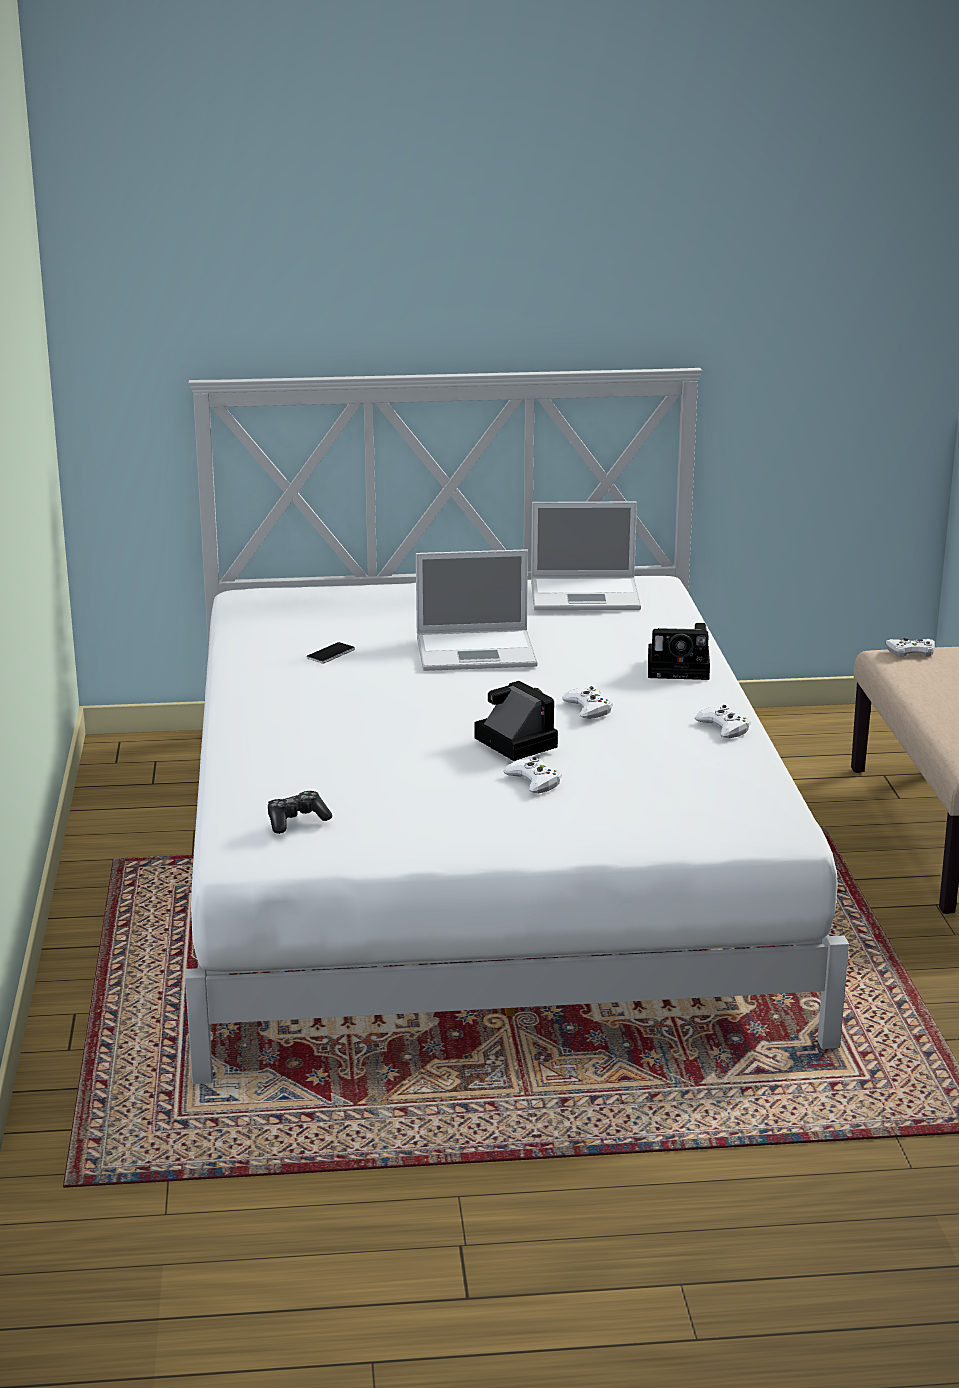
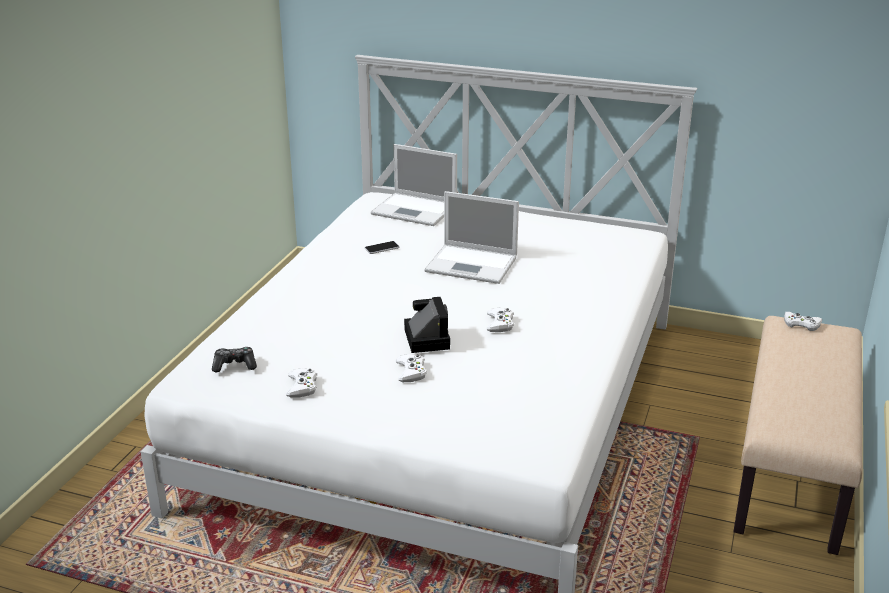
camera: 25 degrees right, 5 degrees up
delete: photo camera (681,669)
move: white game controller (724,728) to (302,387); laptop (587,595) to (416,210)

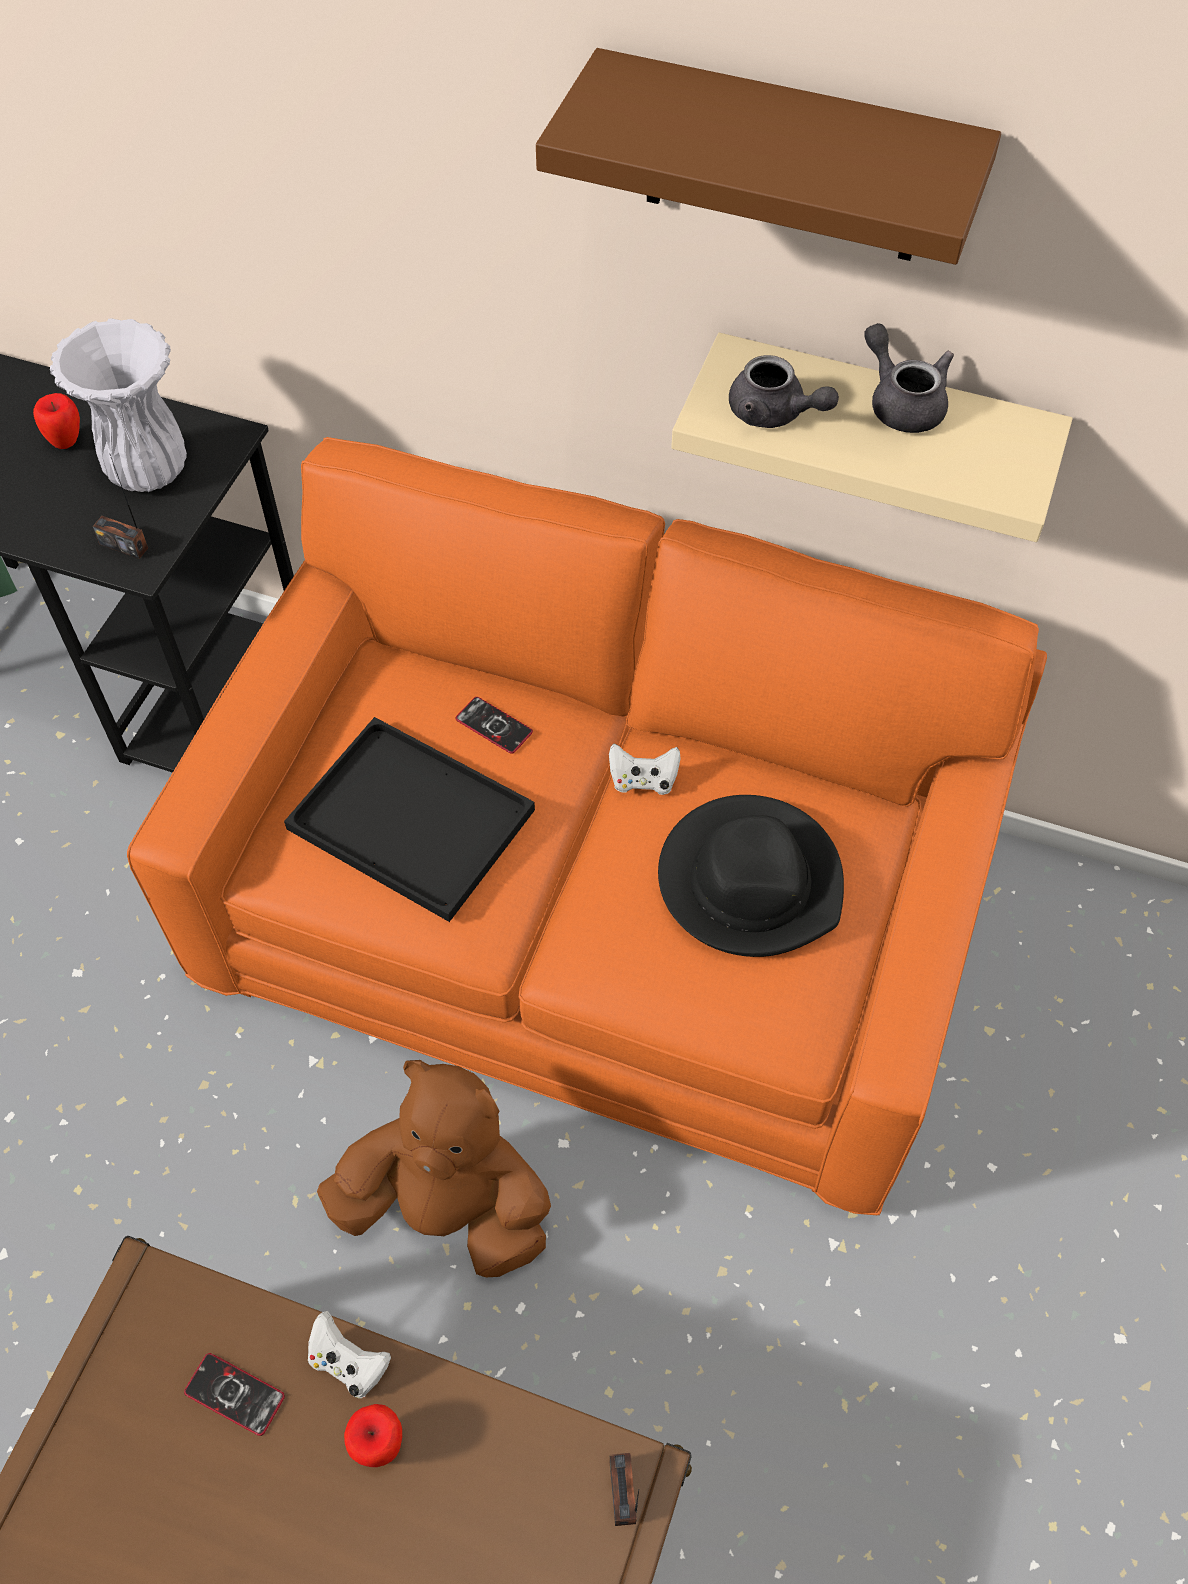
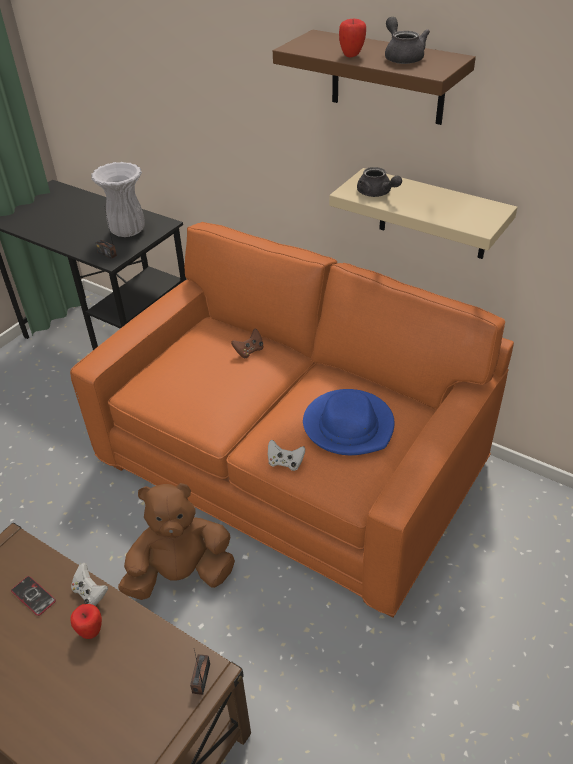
camera: 15 degrees right, 15 degrees down
delete: black tray (416,820)
move: white game controller (643,780) to (285,463); apple (66,442) to (352,55); grey teapot (902,402) to (402,57)
replace: phone (494,726) to brown game controller (249,351)
recolor: black hat (750,880) to blue hat (349,425)
rotate: brown plush toy (449,1207) = (181,574) 45 degrees counterclockwise

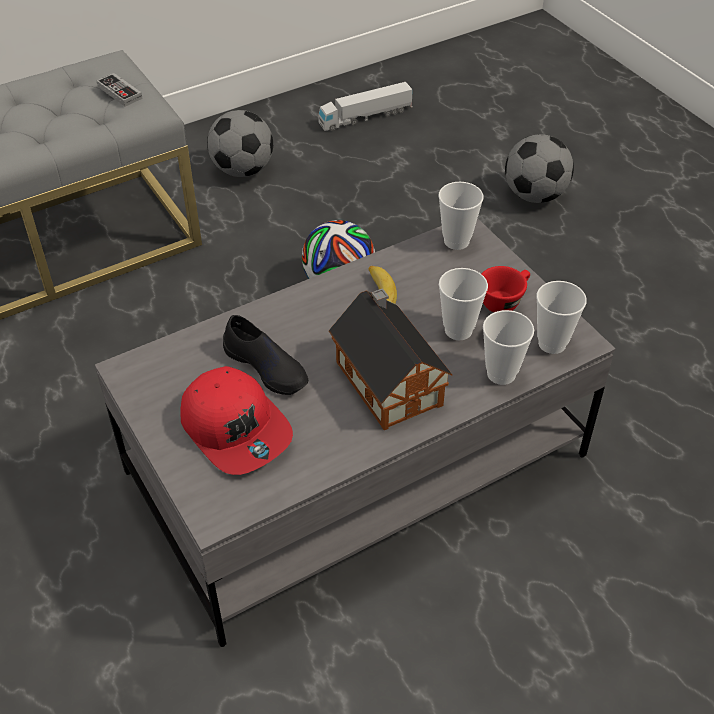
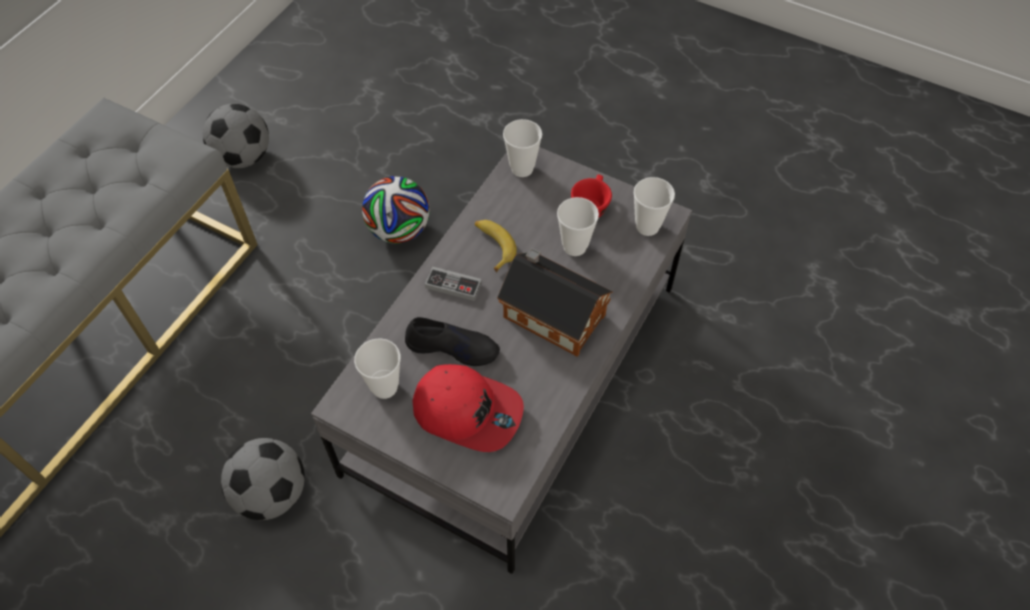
camera: 30 degrees left, 10 degrees up
delete: toy truck (365,117)
move: football (535,195) to (272,493); cup (501,374) to (384,387); game controller (119,92) to (453,285)

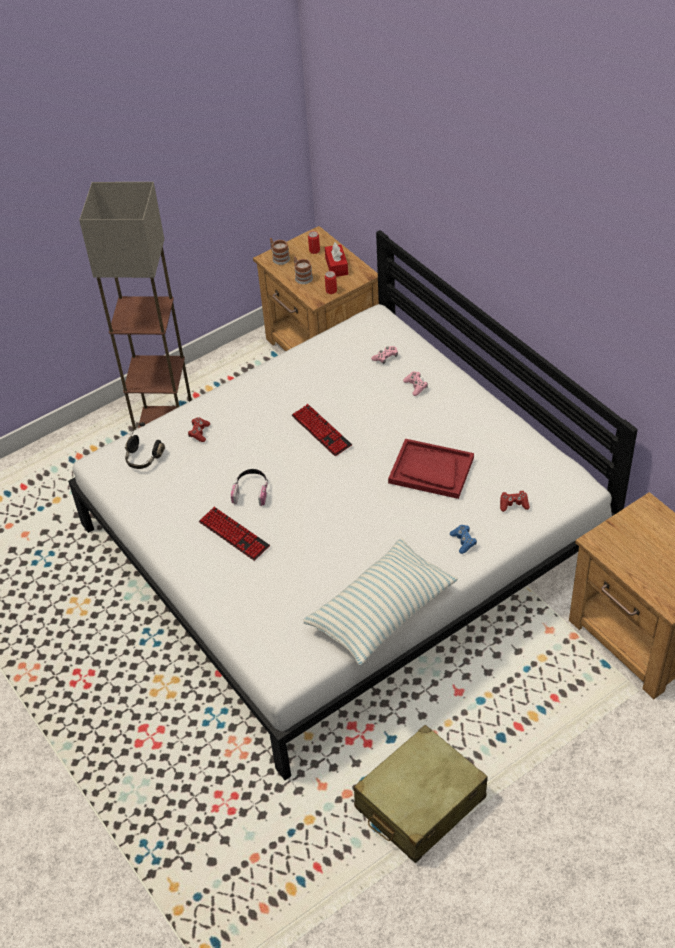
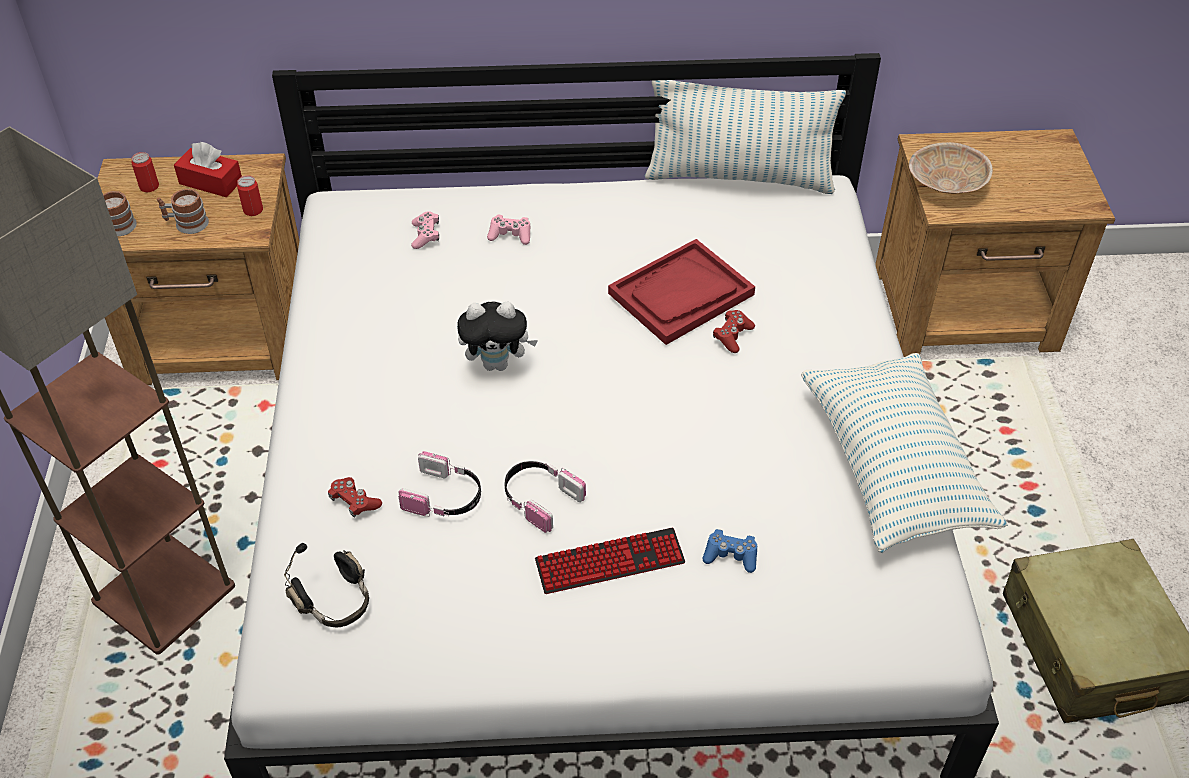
camera: 60 degrees left, 0 degrees up
insert: headphones (445,497); pillow (739,177); beige bowl (945,185)
move: blue game controller (463,541) to (730,556); red game controller (513,504) to (732,336)
replace: keyboard (321,431) to plush toy (497,363)

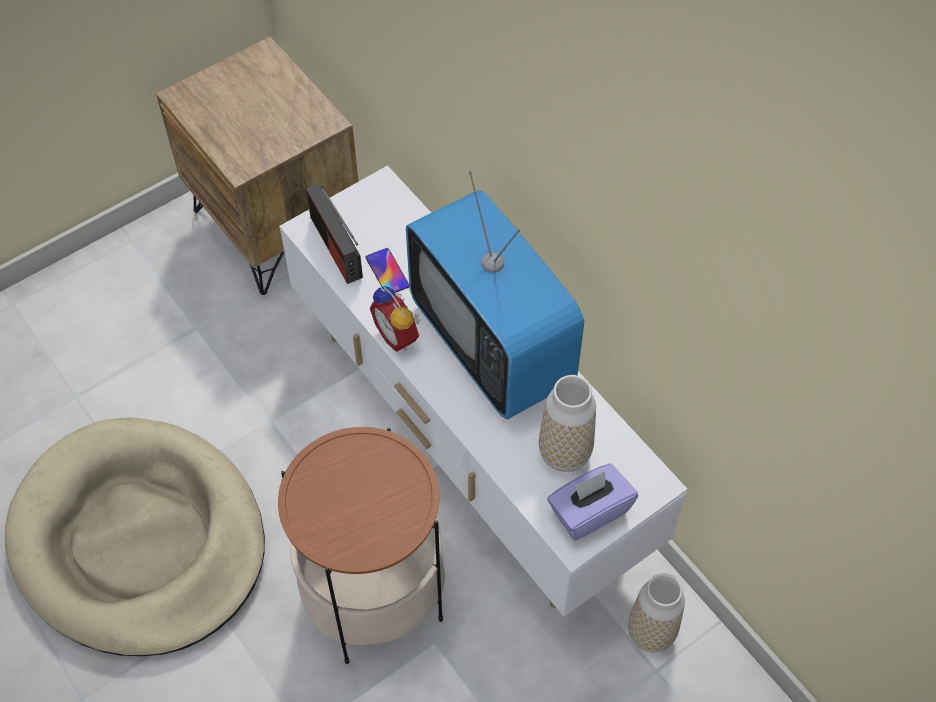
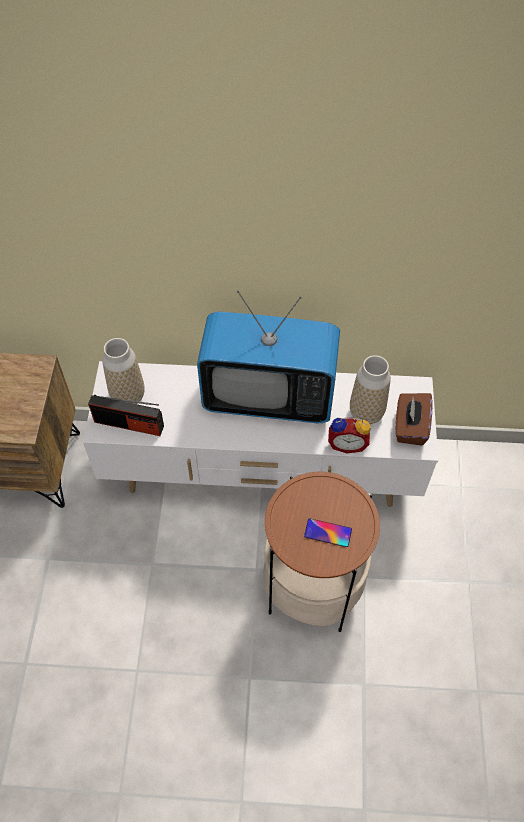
camera: 50 degrees left, 0 degrees up
delete: beige dog bed (139,541)
move: vase (651,633) to (128,396); phone (387,272) to (328,533); alarm clock (399,335) to (347,443)
recolor: purple tissue box (589,512) to brown tissue box (410,427)

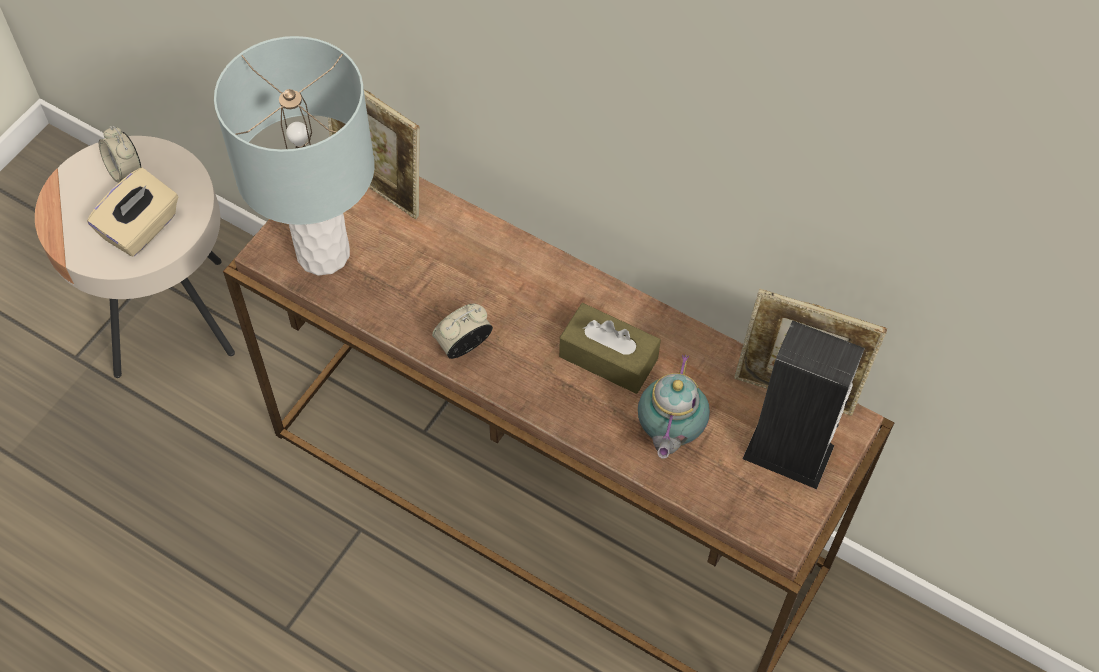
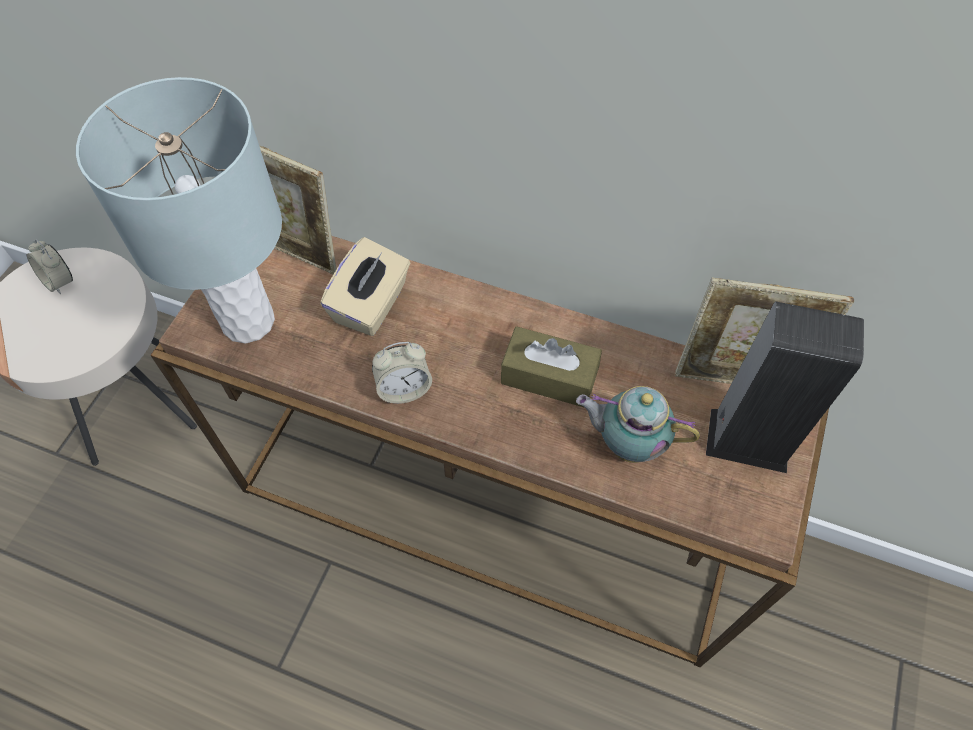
camera: 10 degrees left, 0 degrees up
move: beige tissue box (141,228) to (371,305)
rotate: alarm clock (463,345) = (404,389) 150 degrees counterclockwise; teapot (668,434) = (627,443) 105 degrees clockwise

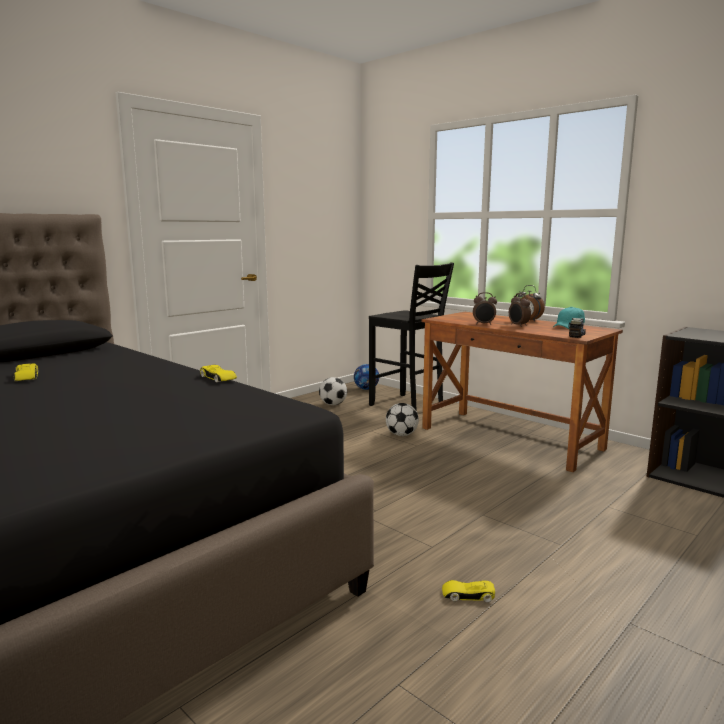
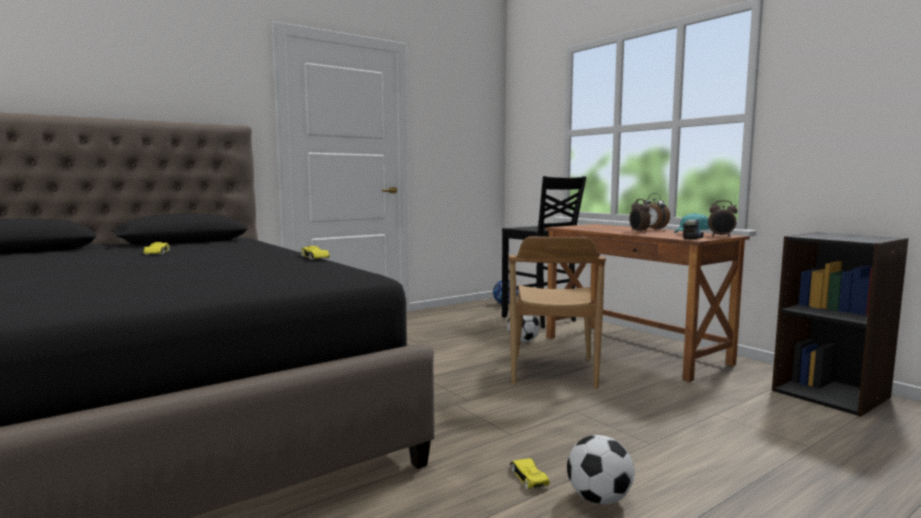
camera: 10 degrees right, 5 degrees down
insert: brown chair (552,371)
move: football (333,404) to (599,499); alarm clock (484,324) to (721,236)
rotate: yellow toy car (468,595) = (529,477) 60 degrees clockwise

